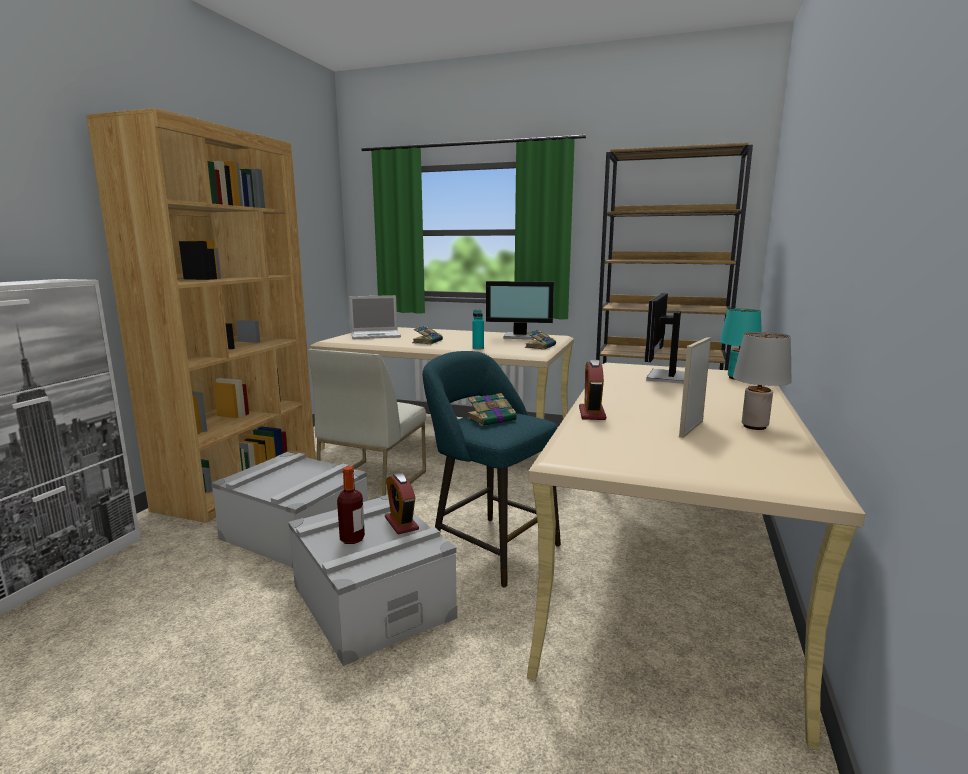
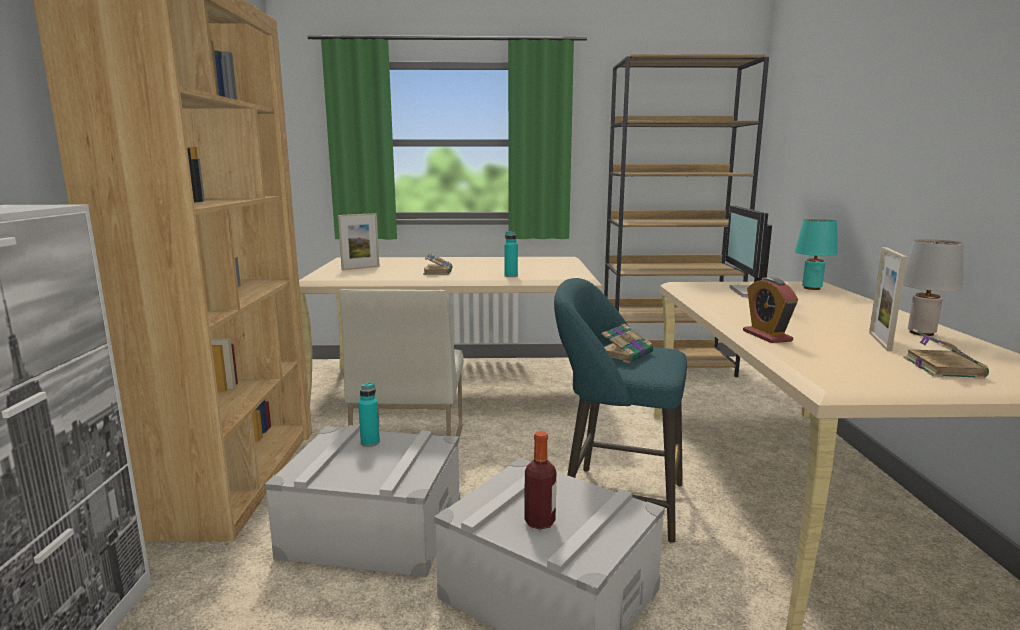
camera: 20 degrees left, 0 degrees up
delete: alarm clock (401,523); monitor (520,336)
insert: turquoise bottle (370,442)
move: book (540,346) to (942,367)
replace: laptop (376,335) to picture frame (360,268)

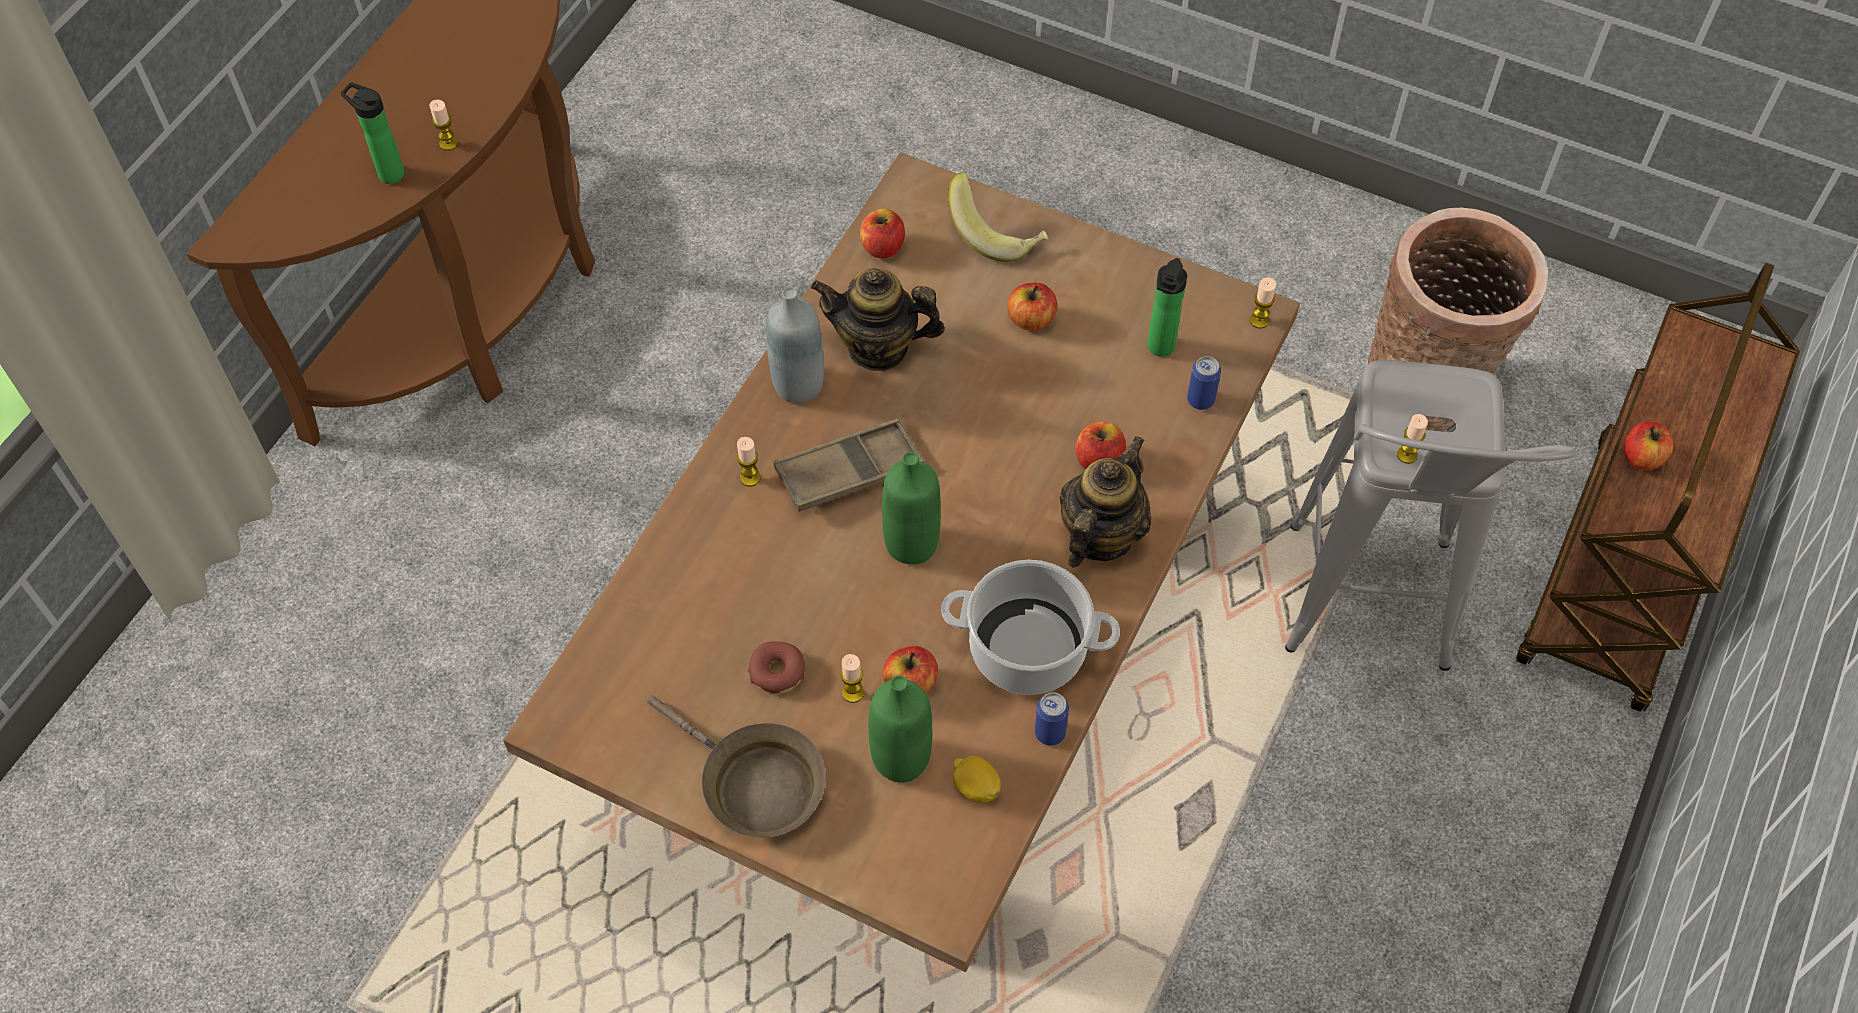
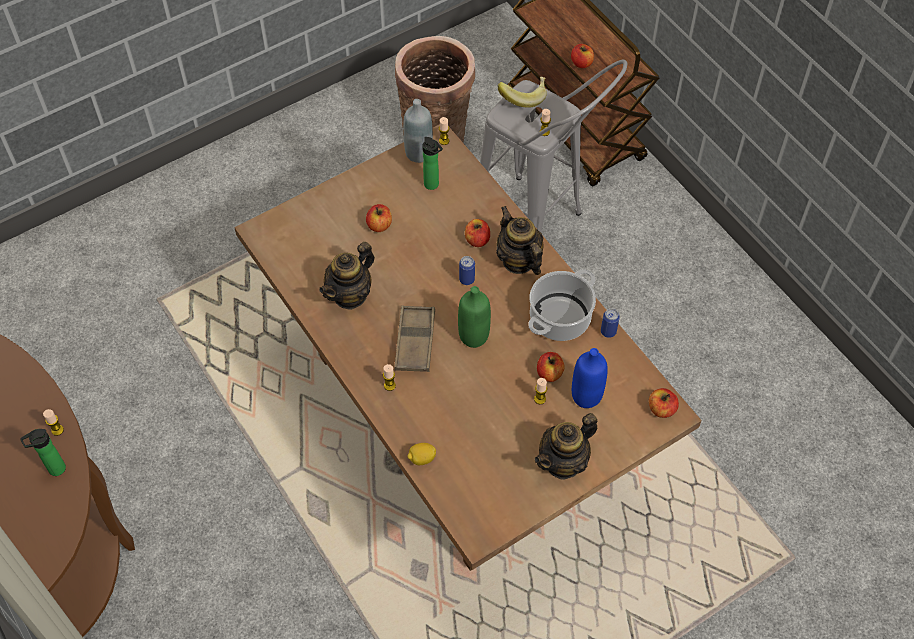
camera: 60 degrees left, 0 degrees up
delete: donut (777,672)
move: grey bottle (798,384) to (418,153); lemon (975,787) to (422,458); can (1200,400) to (466,279); banana (996,234) to (523,97); apple (882,247) to (661,409)
replace: brown frying pan (755,783) to teapot (564,462)
recolor: green bottle (901,758) to blue bottle (586,396)

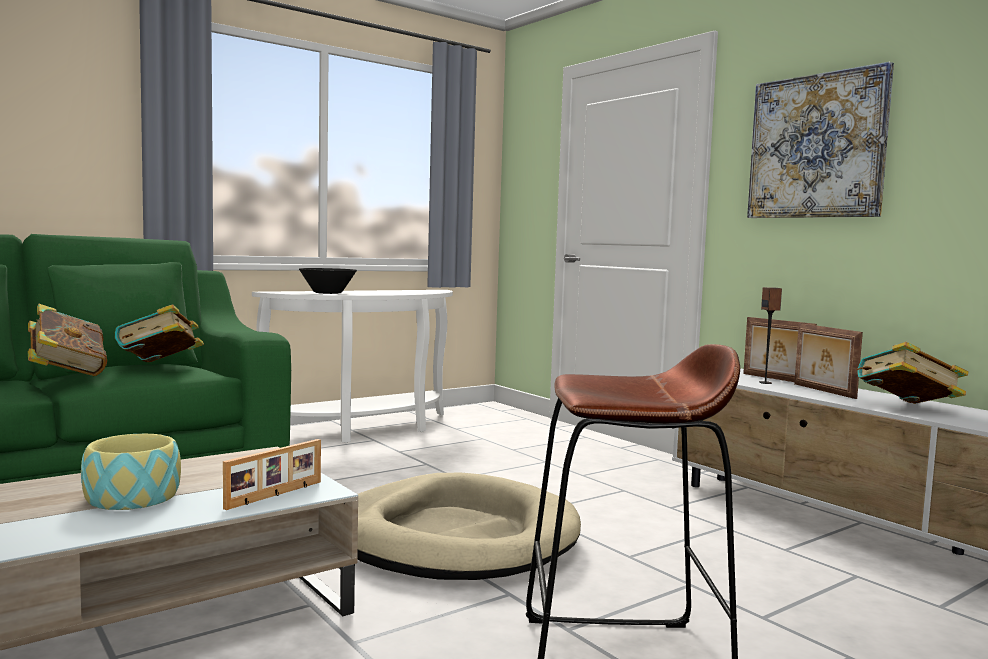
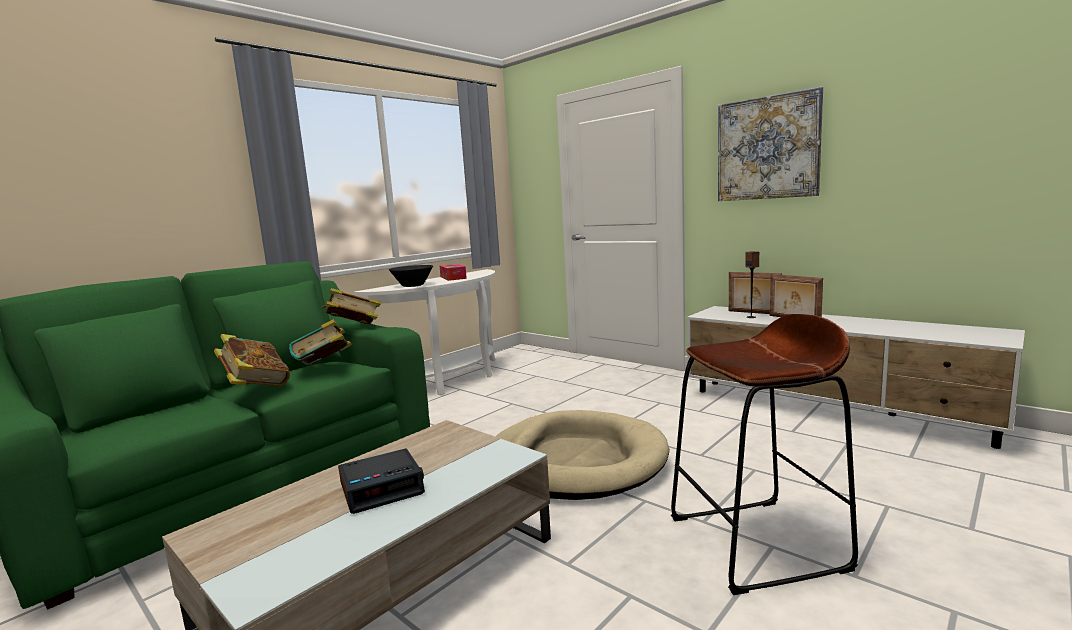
camera: 10 degrees left, 5 degrees up
delete: picture frame (275,495)
insert: tissue box (453,278)
move: book (906,408) to (353,329)
replace: bowl (133,496) to alarm clock (382,488)

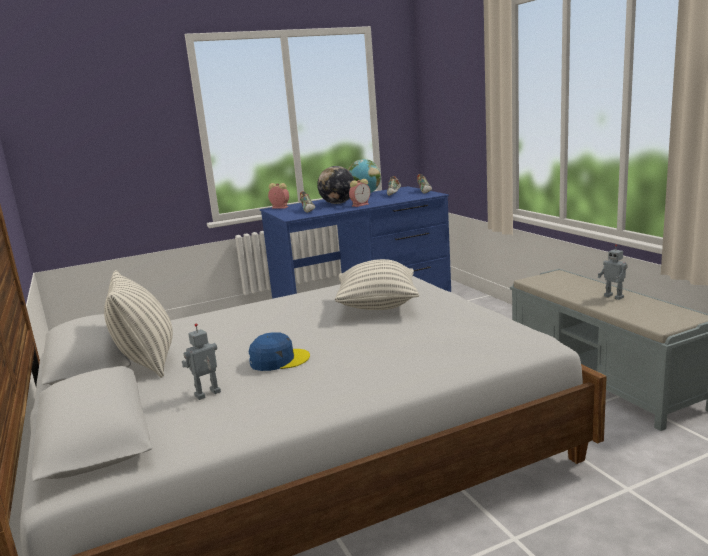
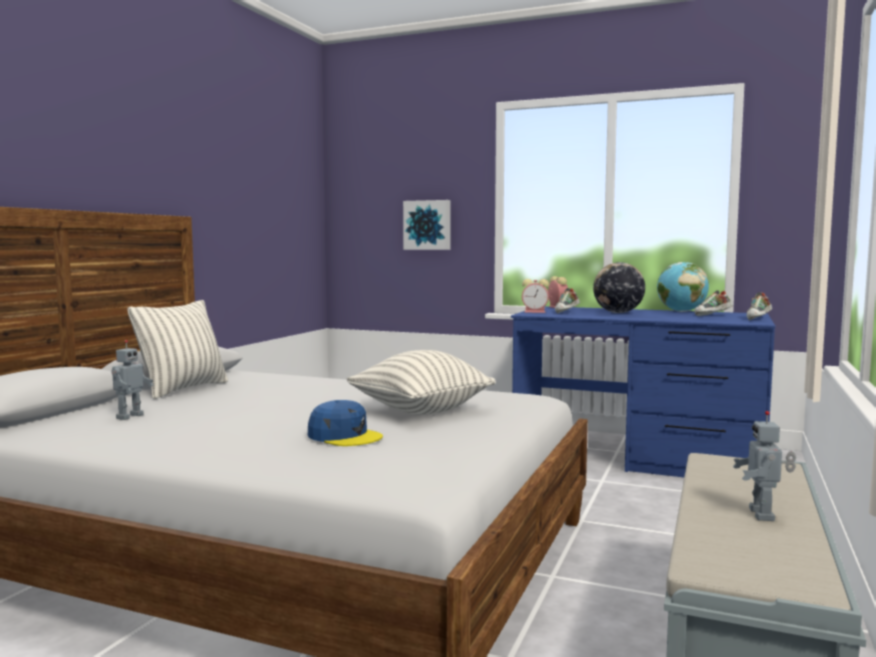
camera: 45 degrees right, 10 degrees down
insert: picture (427,225)
move: blue cap (278,360) to (344,436); alarm clock (361,205) to (536,312)
rotate: toy robot (208,394) = (129,416) 105 degrees clockwise

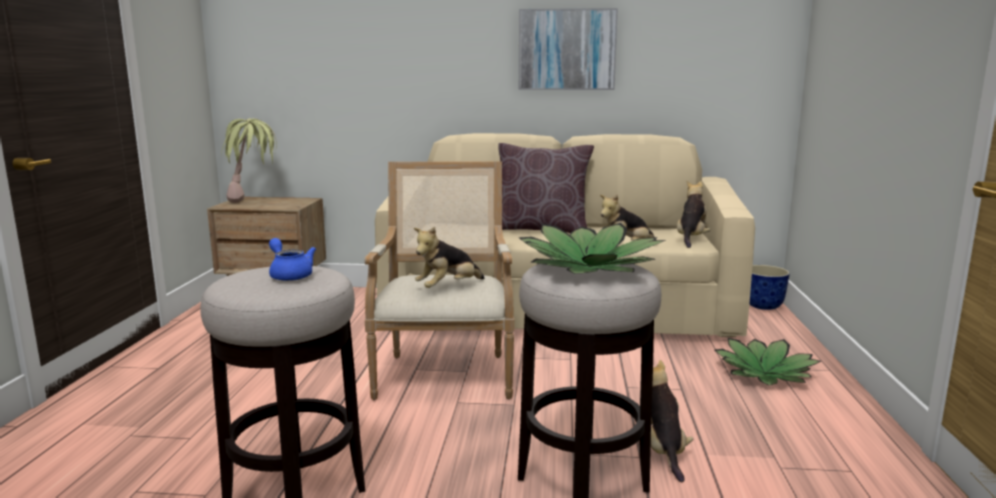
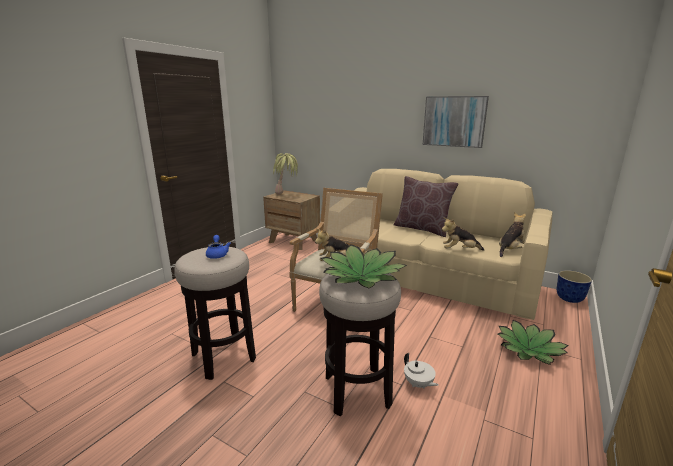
camera: 25 degrees right, 5 degrees up
replace: plush toy (663,450) to white teapot (418,384)

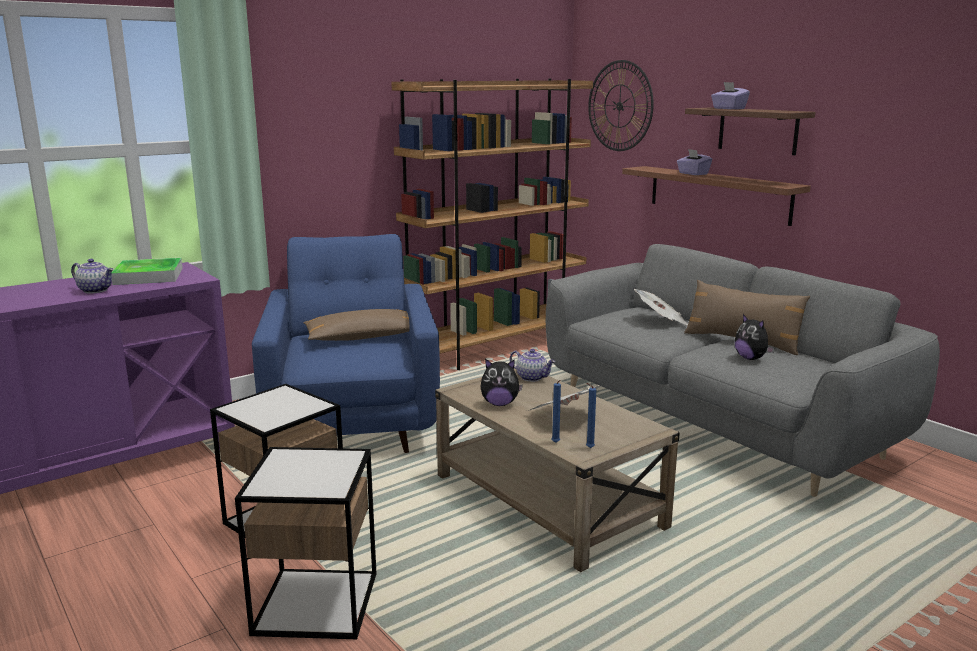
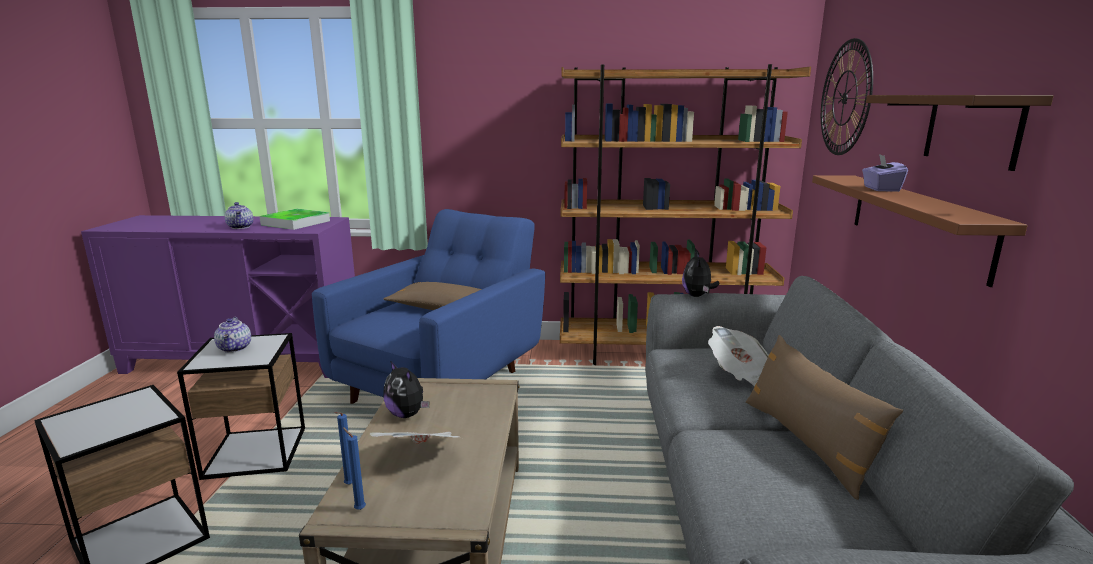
camera: 40 degrees right, 0 degrees up
delete: purple tissue box (728,108)
move: teapot (532,377) to (235,348); plush toy (751,358) to (697,296)

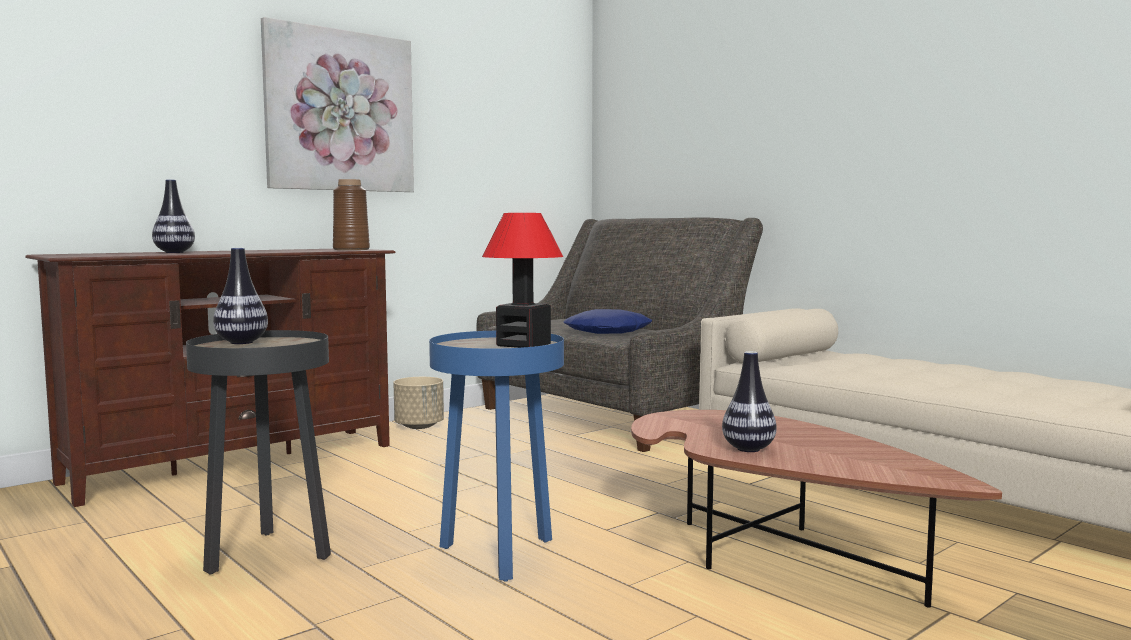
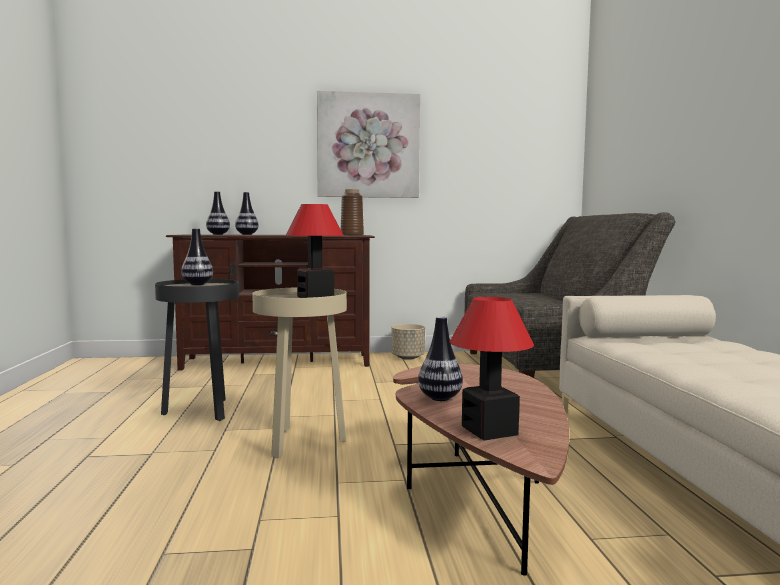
camera: 35 degrees right, 0 degrees up
delete: blue pillow (608,332)
insert: vase (218,234); table lamp (488,430)
recolor: blue side table (499,555) to beige side table (302,442)

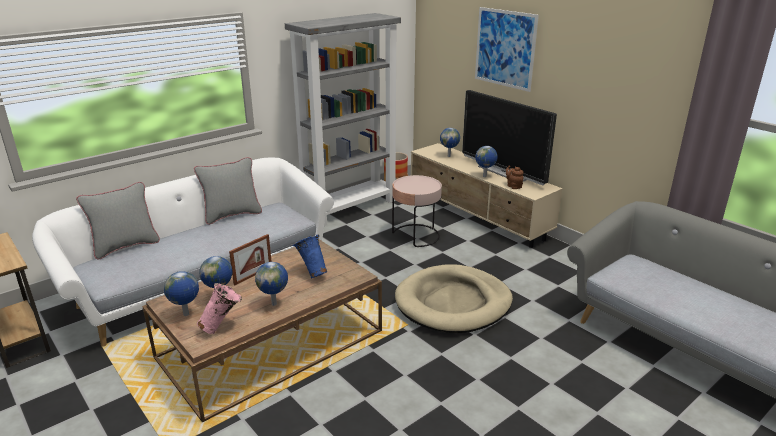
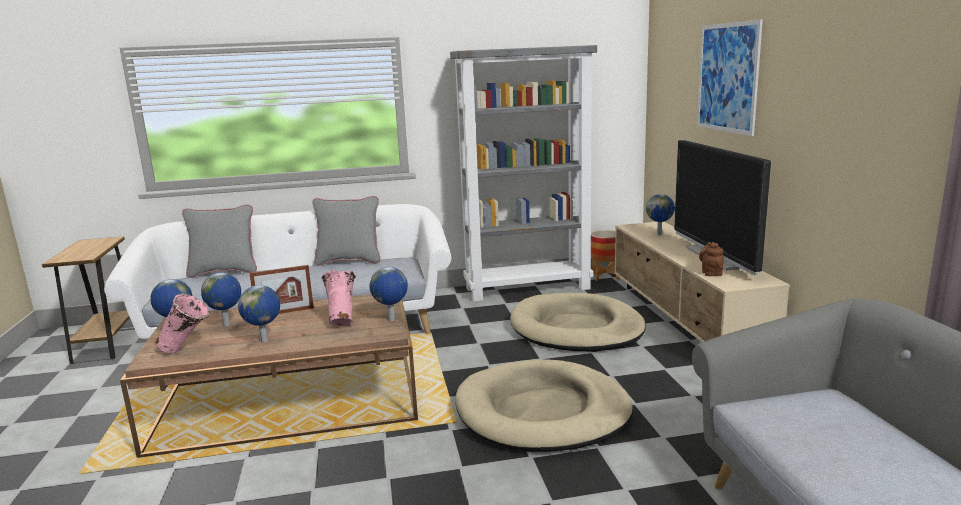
camera: 30 degrees right, 10 degrees down
move: globe (485,176) to (392,320)
replace: pink side table (416,236) to beige dog bed (576,328)
recolor: blue vase (312,273) to pink vase (342,321)

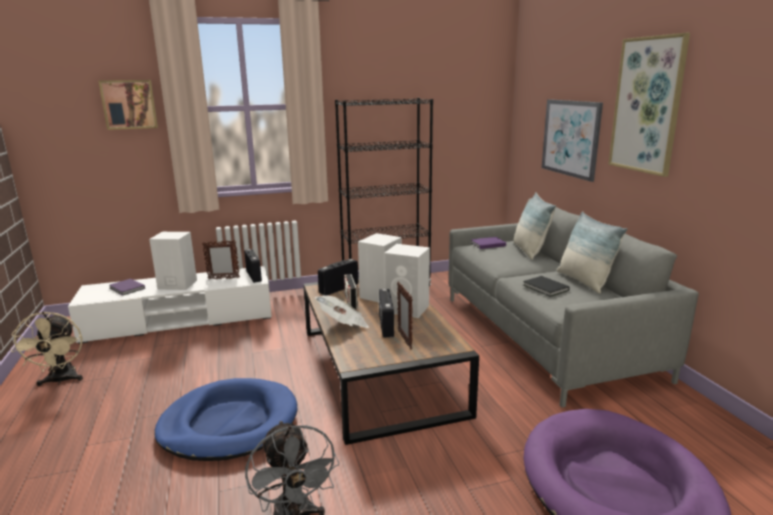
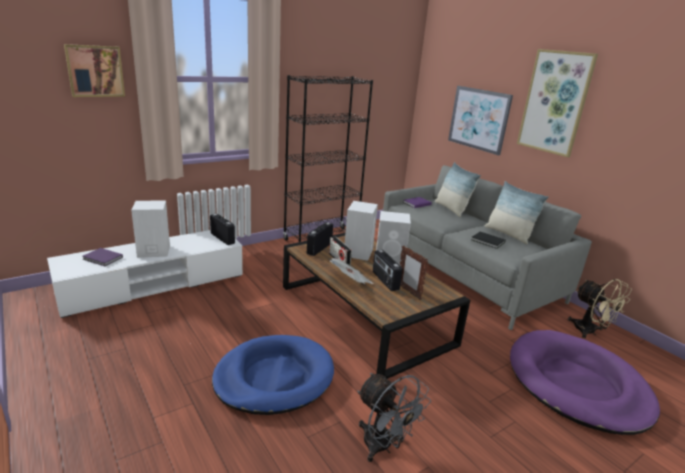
camera: 20 degrees left, 5 degrees up
delete: picture frame (223,278)
move: beige fan (61,380) to (590,332)

